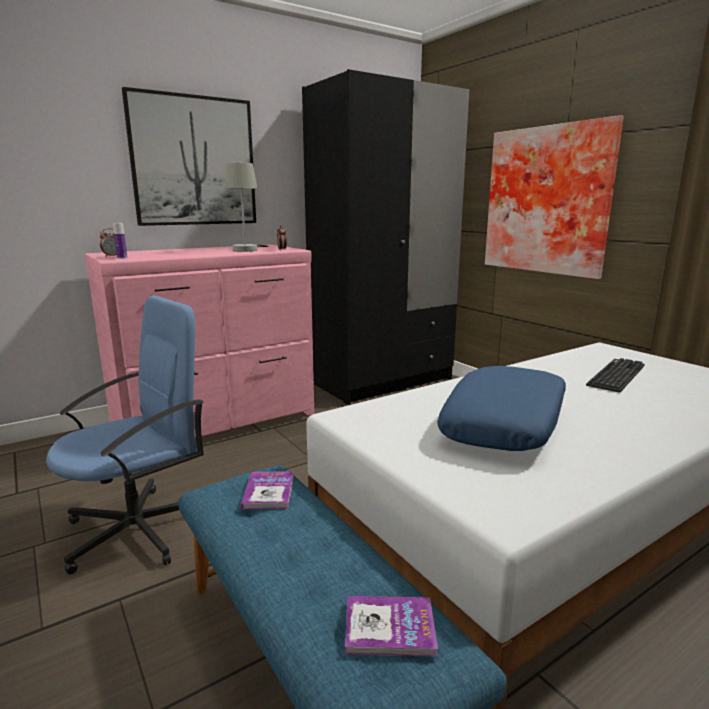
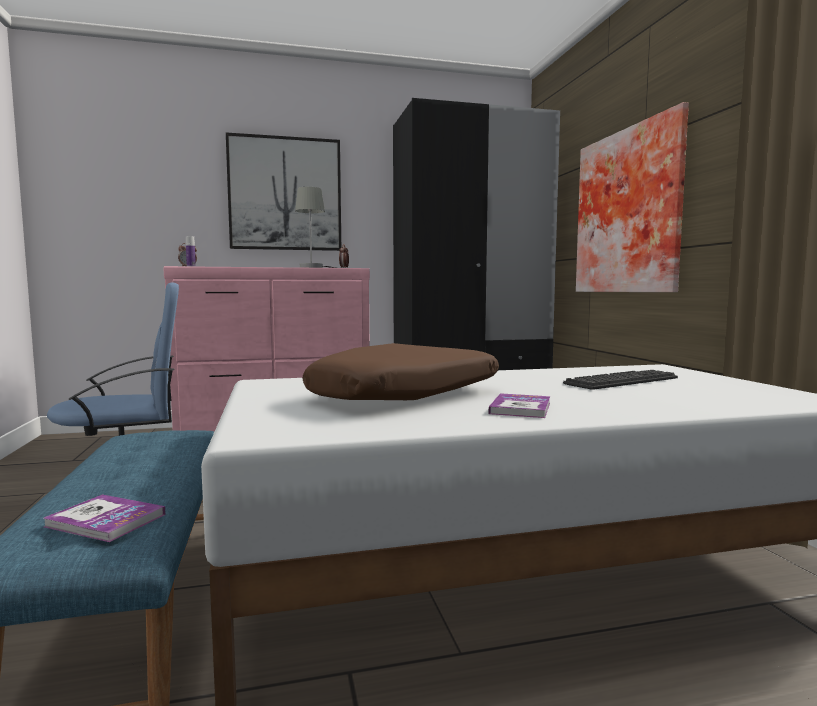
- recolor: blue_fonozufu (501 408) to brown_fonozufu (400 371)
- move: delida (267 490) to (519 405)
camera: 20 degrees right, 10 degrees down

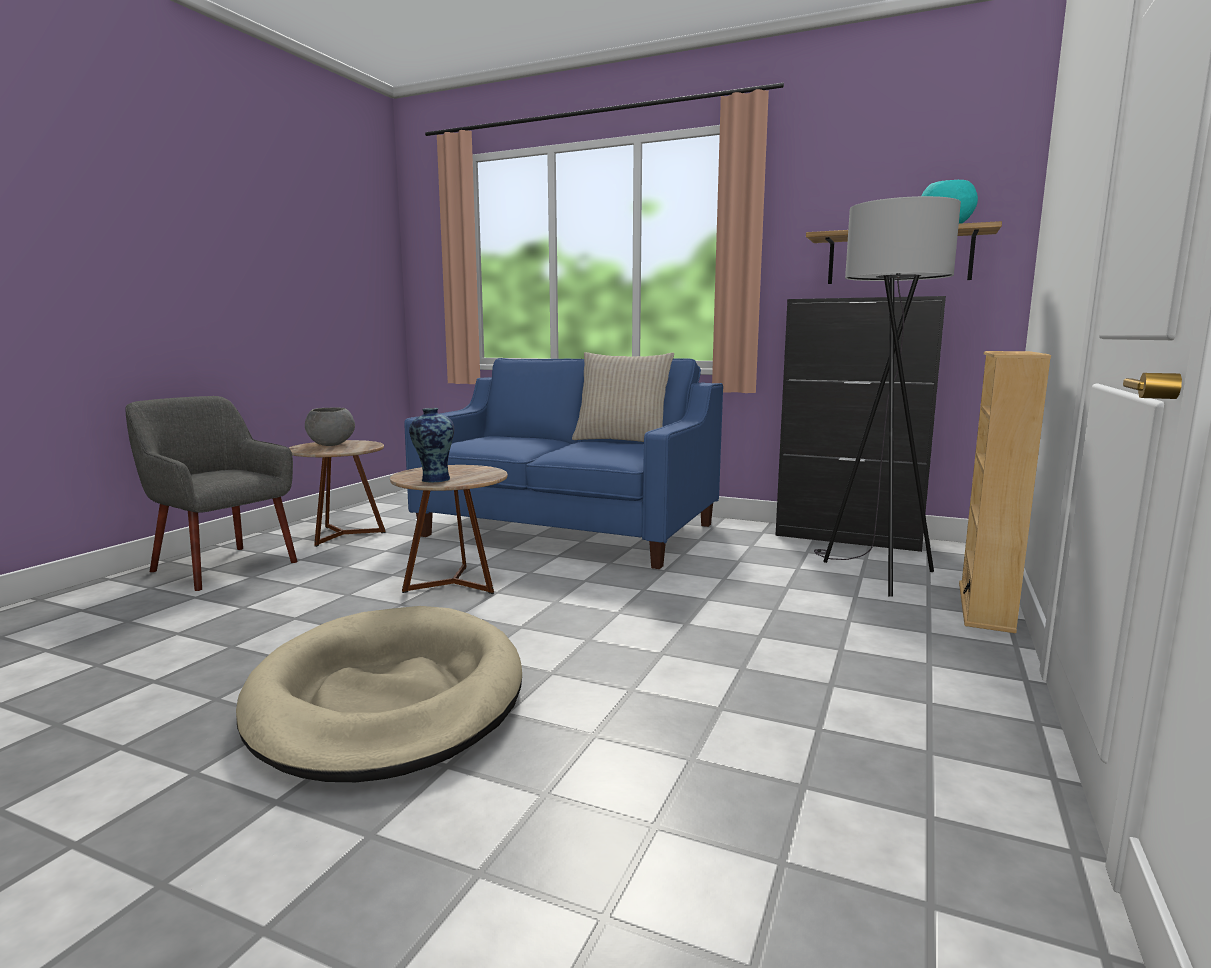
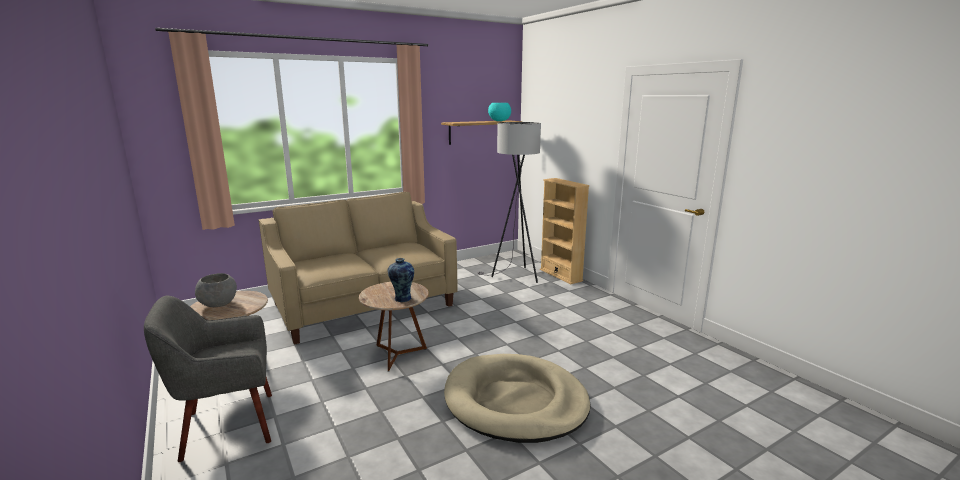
- recolor: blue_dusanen (563 463) to beige_dusanen (358 268)
- delete: beige_fonozufu (623 397)
- delete: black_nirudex (860 424)
camera: 55 degrees left, 5 degrees up

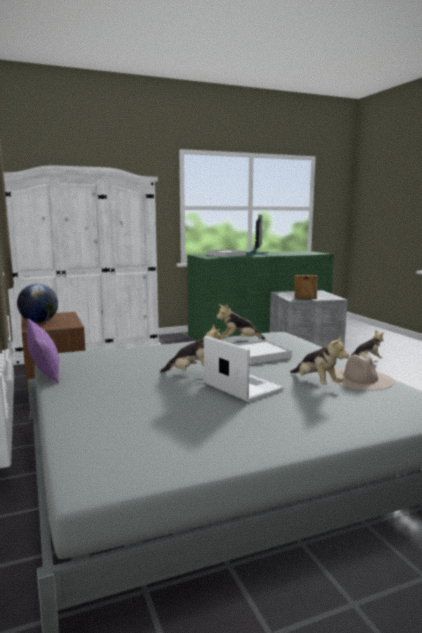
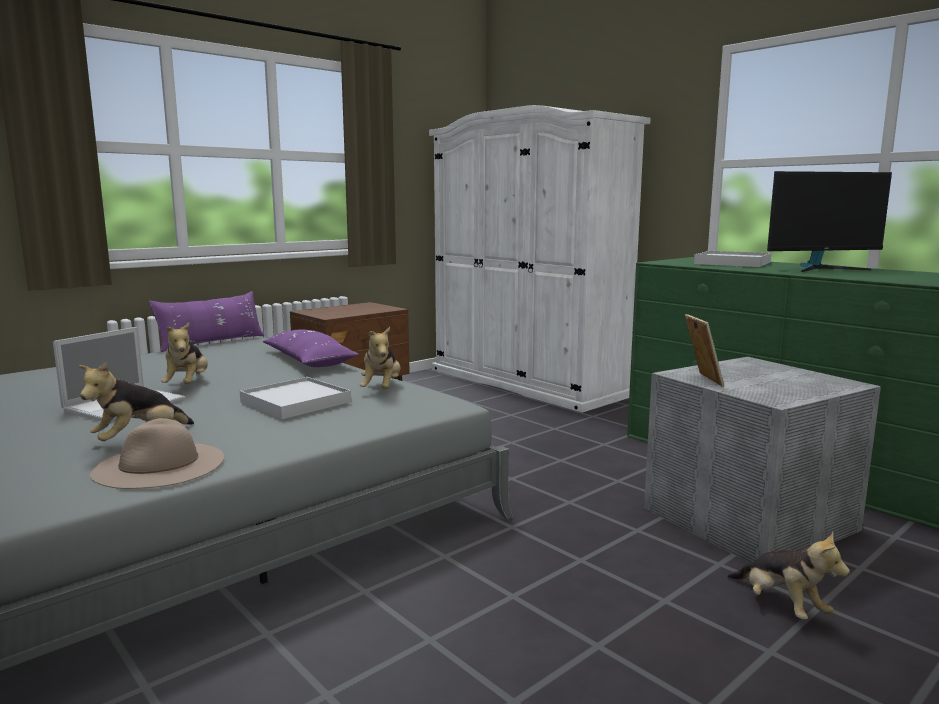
- insert: purple_fonozufu (311 348)
- rotate: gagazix (240 322) = (380 358) 150 degrees counterclockwise
- delete: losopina (37 303)
camera: 70 degrees right, 0 degrees up

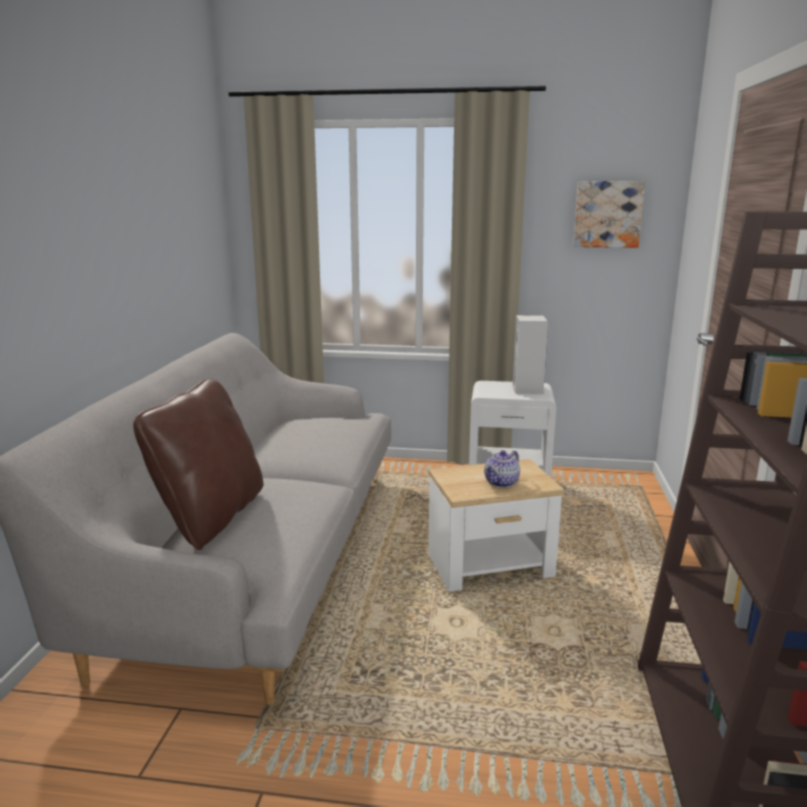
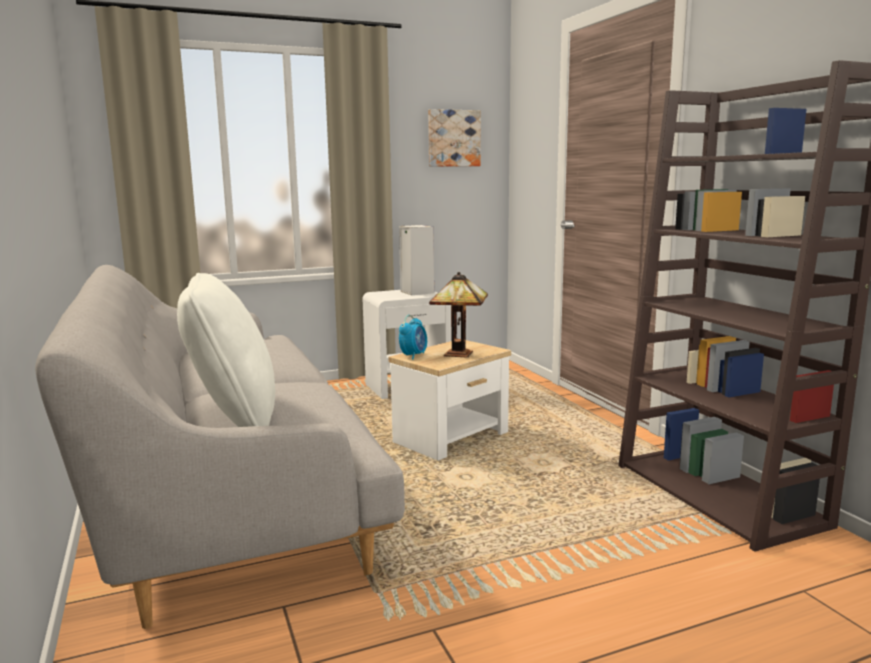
- recolor: brown_fonozufu (198 464) to white_fonozufu (226 350)
- insert: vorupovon (413 337)
- replace: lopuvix (502 469) to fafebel (458 315)
camera: 30 degrees left, 5 degrees down

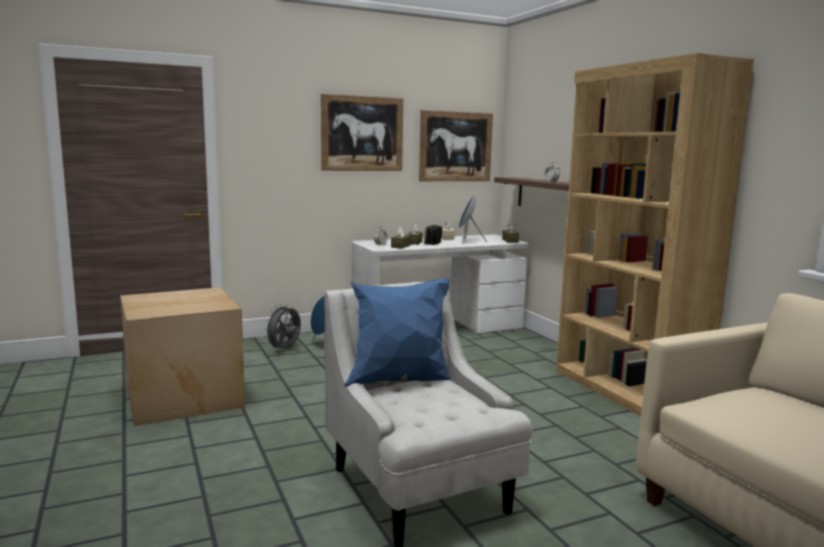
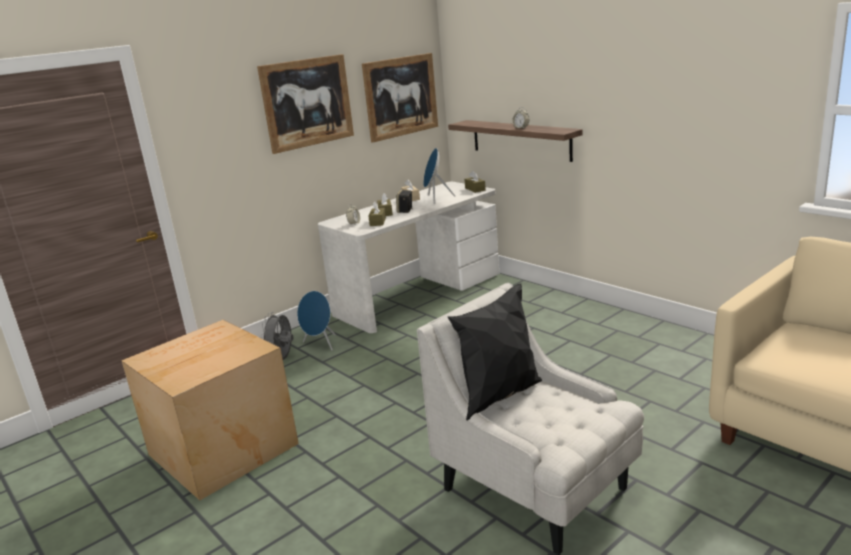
- recolor: blue_fonozufu (397 332) to black_fonozufu (494 352)
- delete: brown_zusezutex (655 234)
camera: 15 degrees left, 10 degrees up

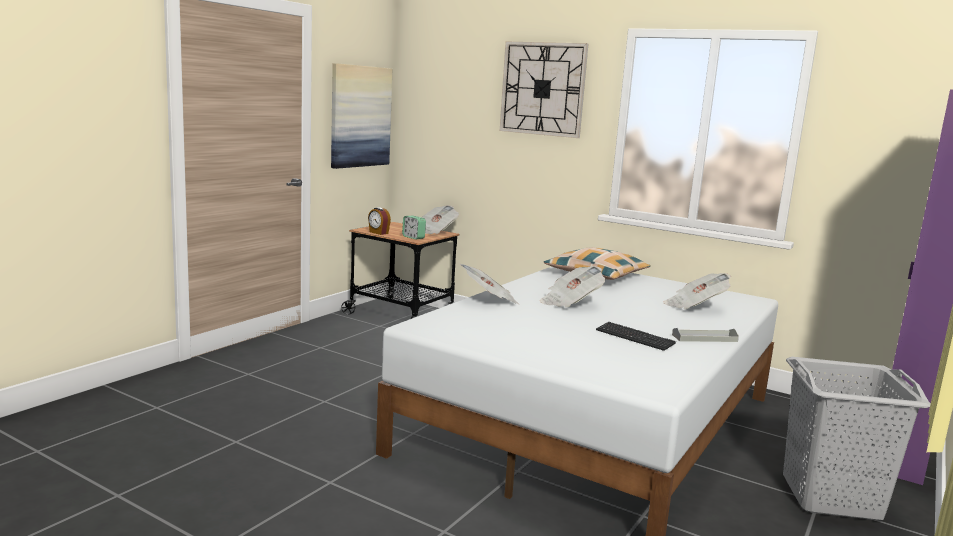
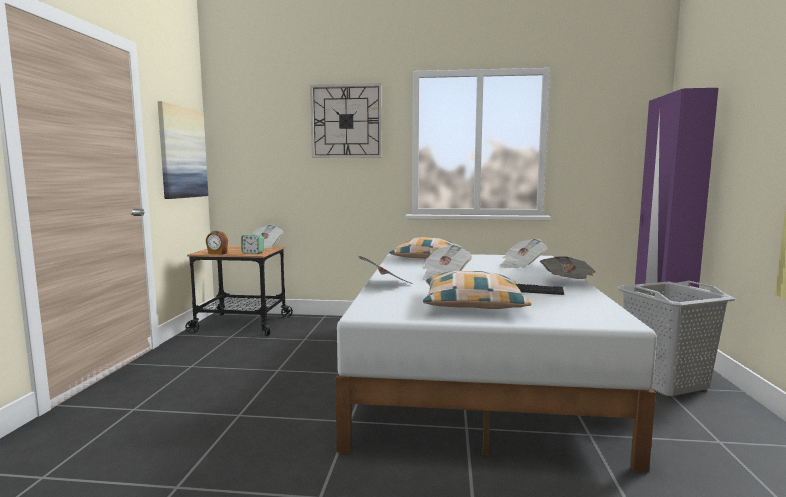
- insert: fonozufu (477 290)
- replace: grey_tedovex (705 335) to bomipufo (567 267)
camera: 25 degrees left, 5 degrees down

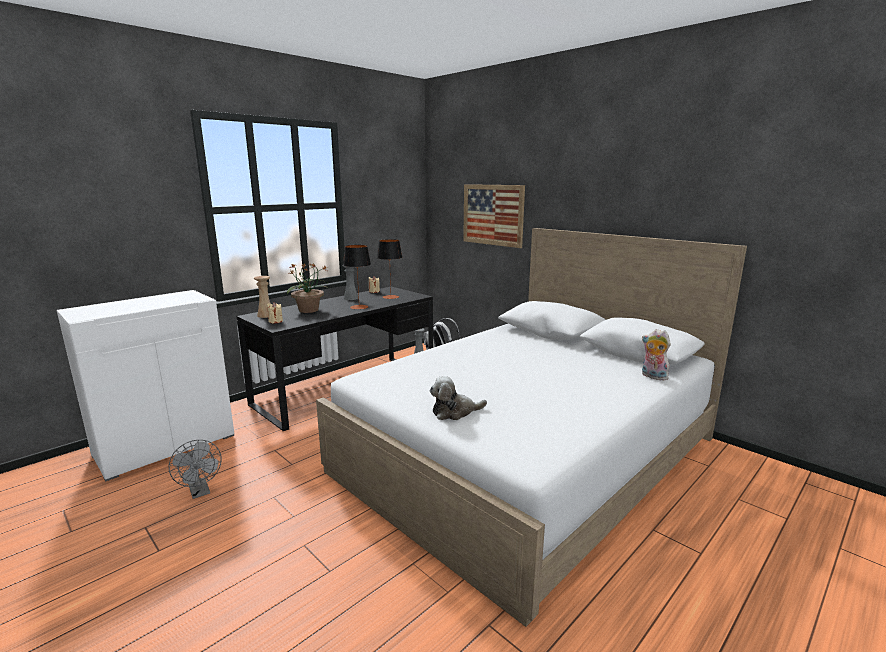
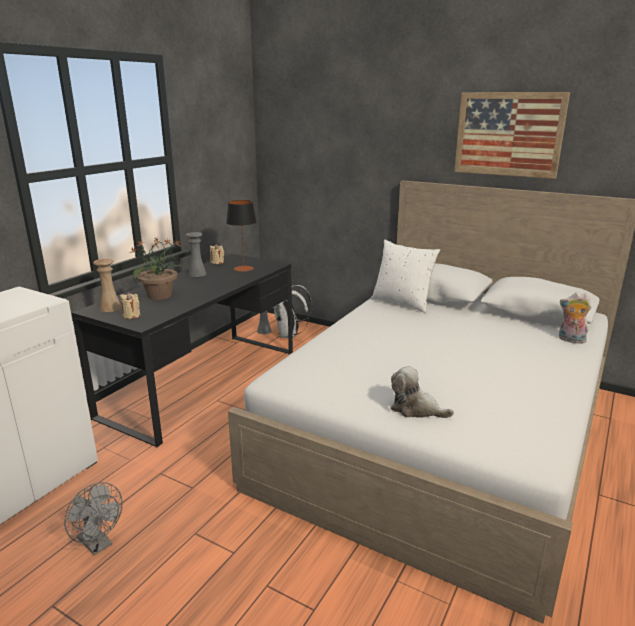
- insert: white_fonozufu (405 276)
- rotate: gagazix (458 398) = (422 392) 60 degrees clockwise
- move: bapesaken (494 216) to (512 135)
- delete: fafebel (357 277)
camera: 15 degrees left, 5 degrees up

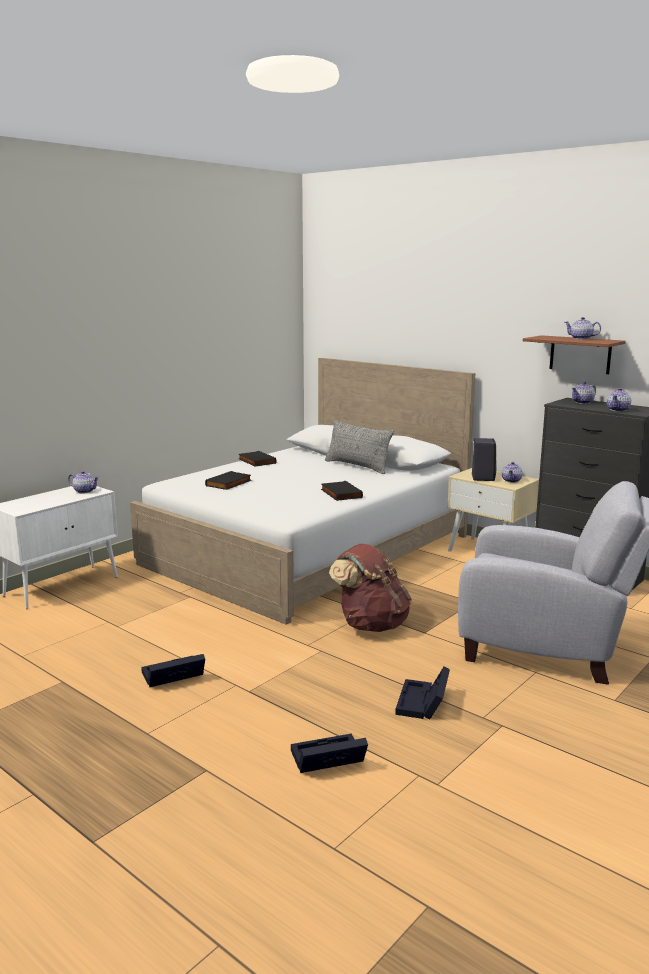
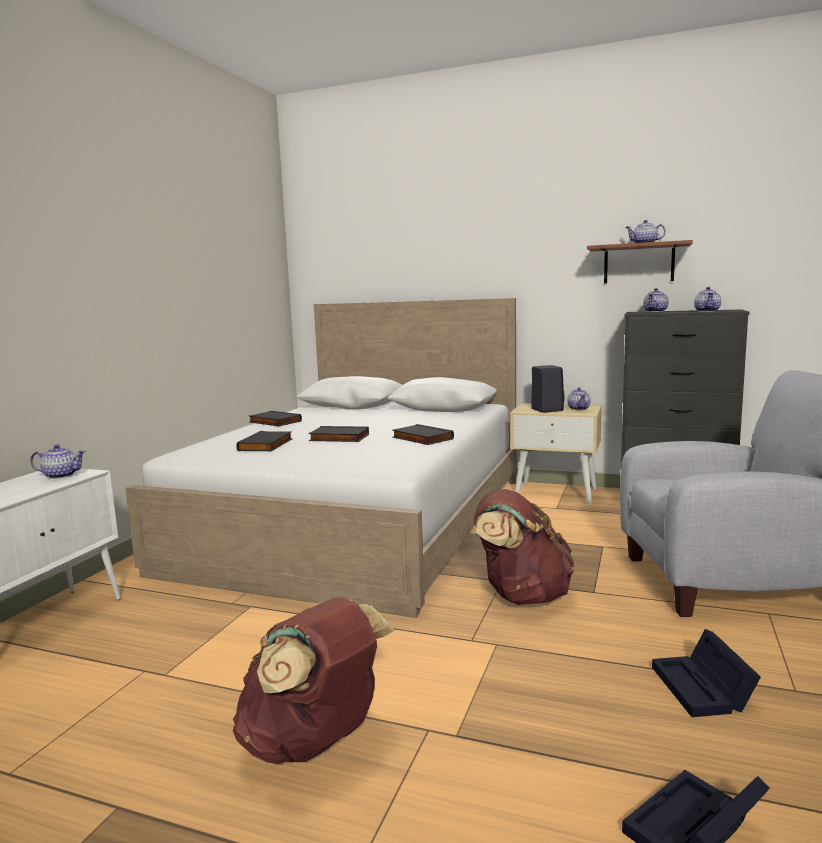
- replace: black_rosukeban (173 670) to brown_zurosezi (314 680)
- insert: black_delida (339 434)
- delete: grey_fonozufu (359 447)
camera: 20 degrees left, 5 degrees down

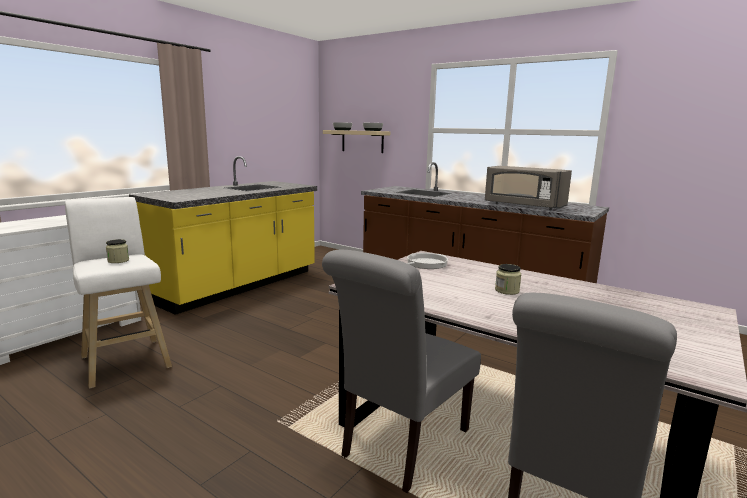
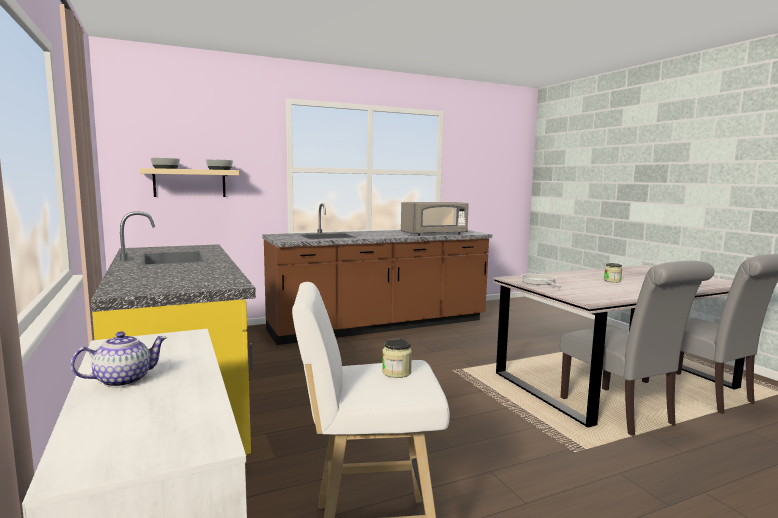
- insert: lopuvix (119 359)
camera: 60 degrees left, 5 degrees down

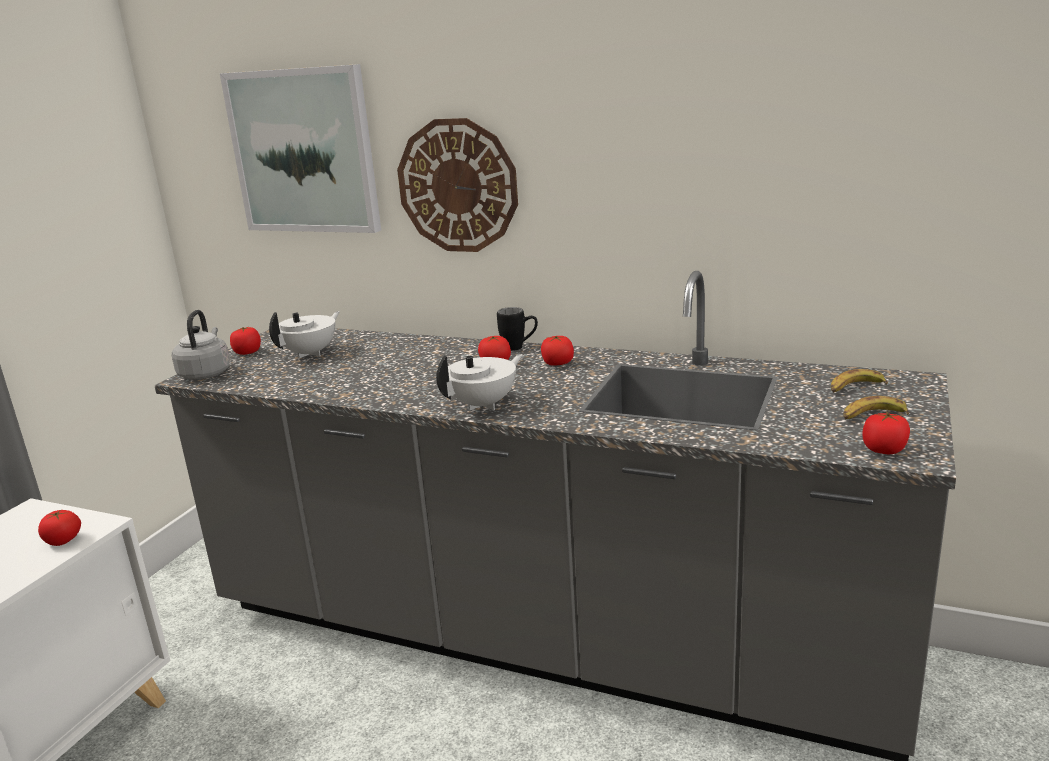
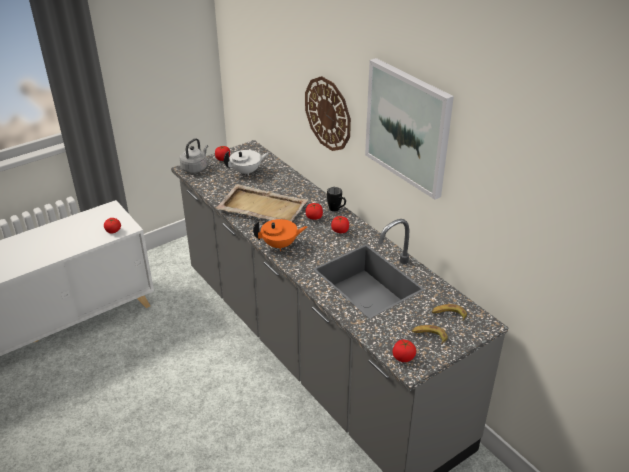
- insert: beige_tedovex (262 203)
- recolor: white_lopuvix (479 382) to orange_lopuvix (280 235)
- move: bapesaken (300 148) to (409 129)
camera: 30 degrees right, 15 degrees up

